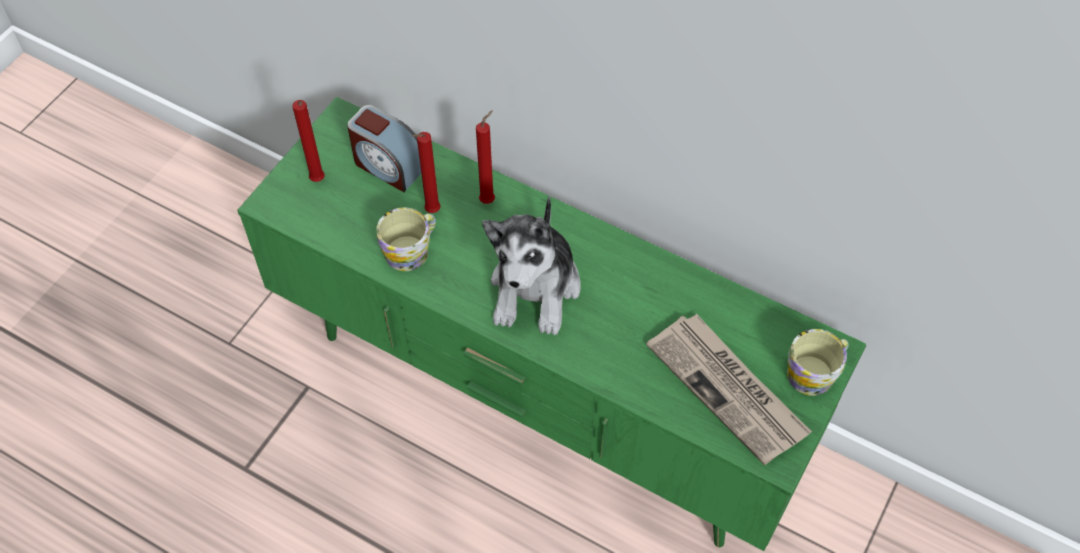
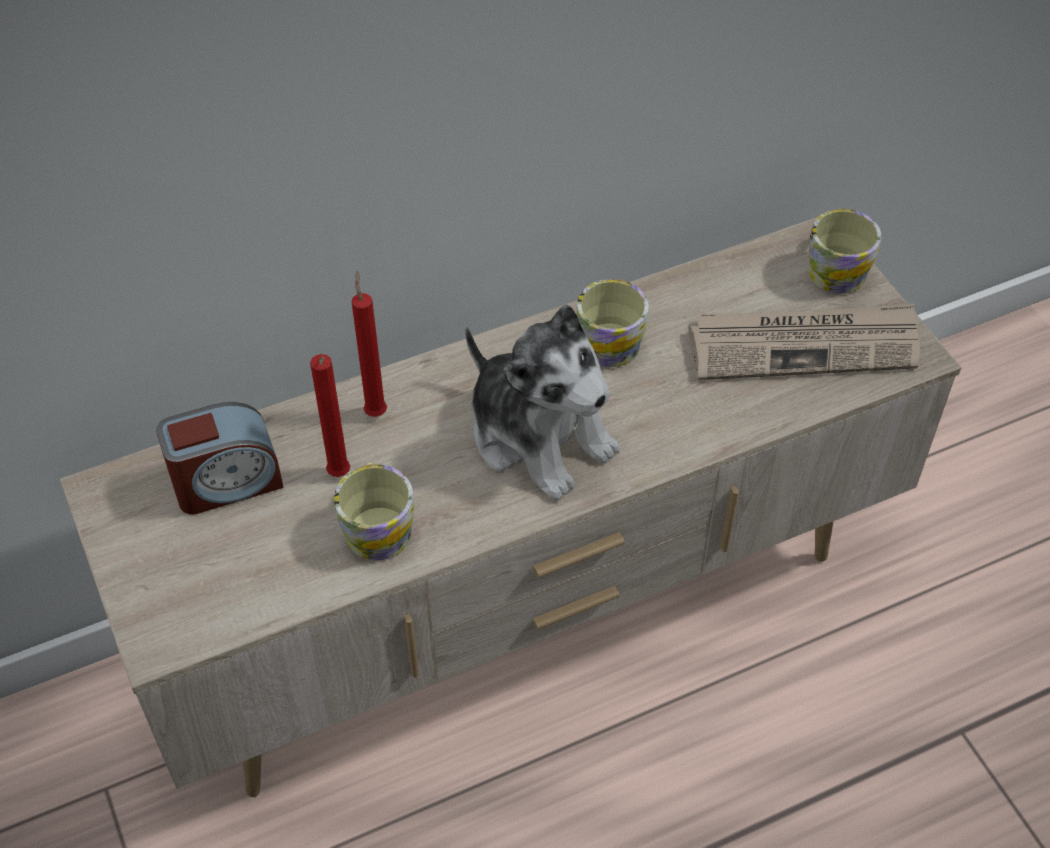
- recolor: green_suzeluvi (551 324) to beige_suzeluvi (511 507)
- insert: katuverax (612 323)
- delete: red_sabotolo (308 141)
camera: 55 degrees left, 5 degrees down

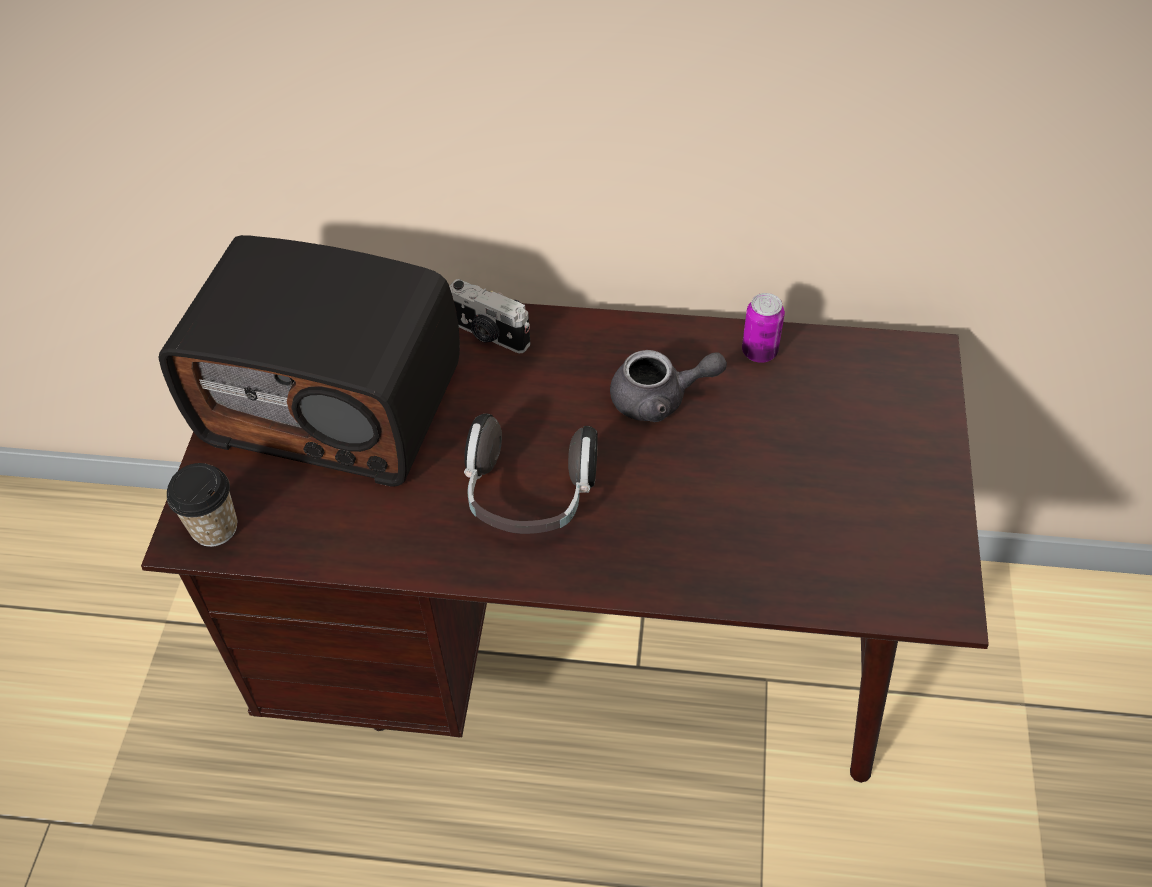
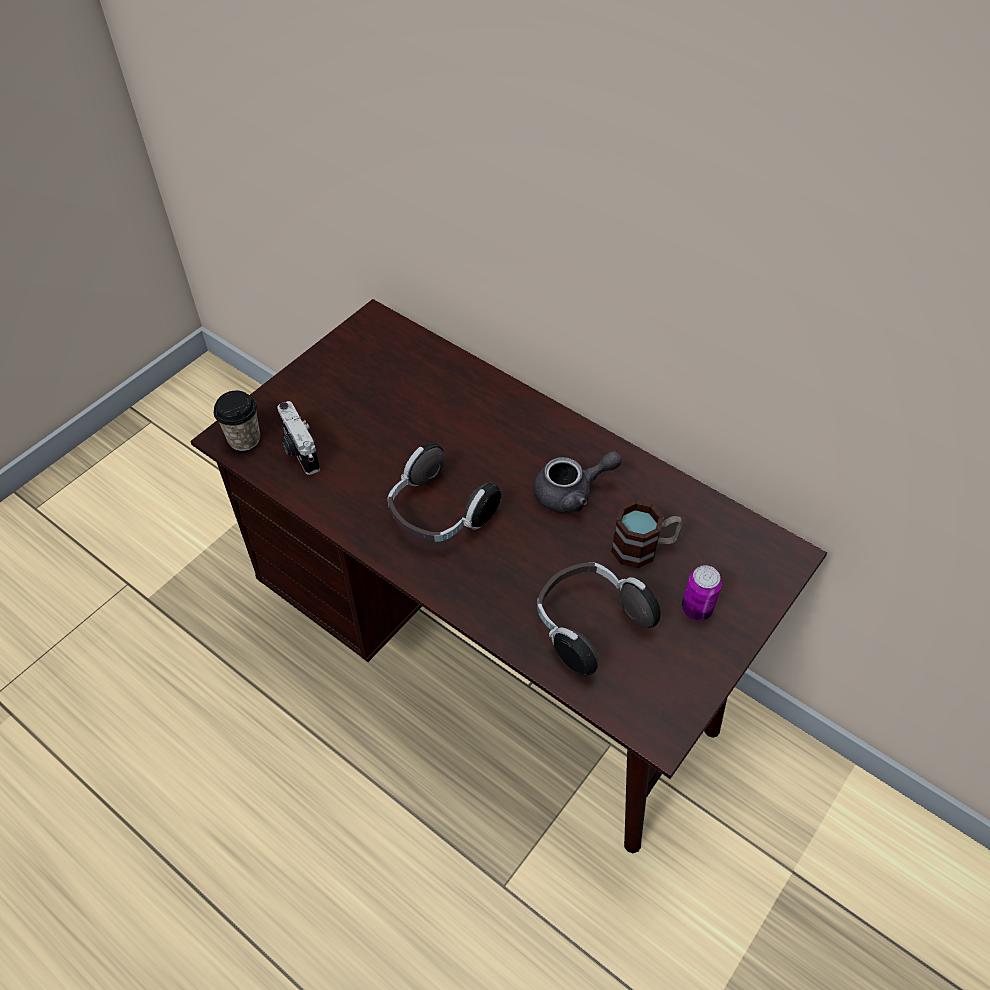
- move: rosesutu (490 316) to (298 438)
- rotate: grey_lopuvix (668 386) = (577 482) 45 degrees counterclockwise
- insert: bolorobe (599 619)
- insert: katuverax (647 534)
- move: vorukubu (763 328) to (702 593)
- delete: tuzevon (309 361)
camera: 30 degrees right, 0 degrees up

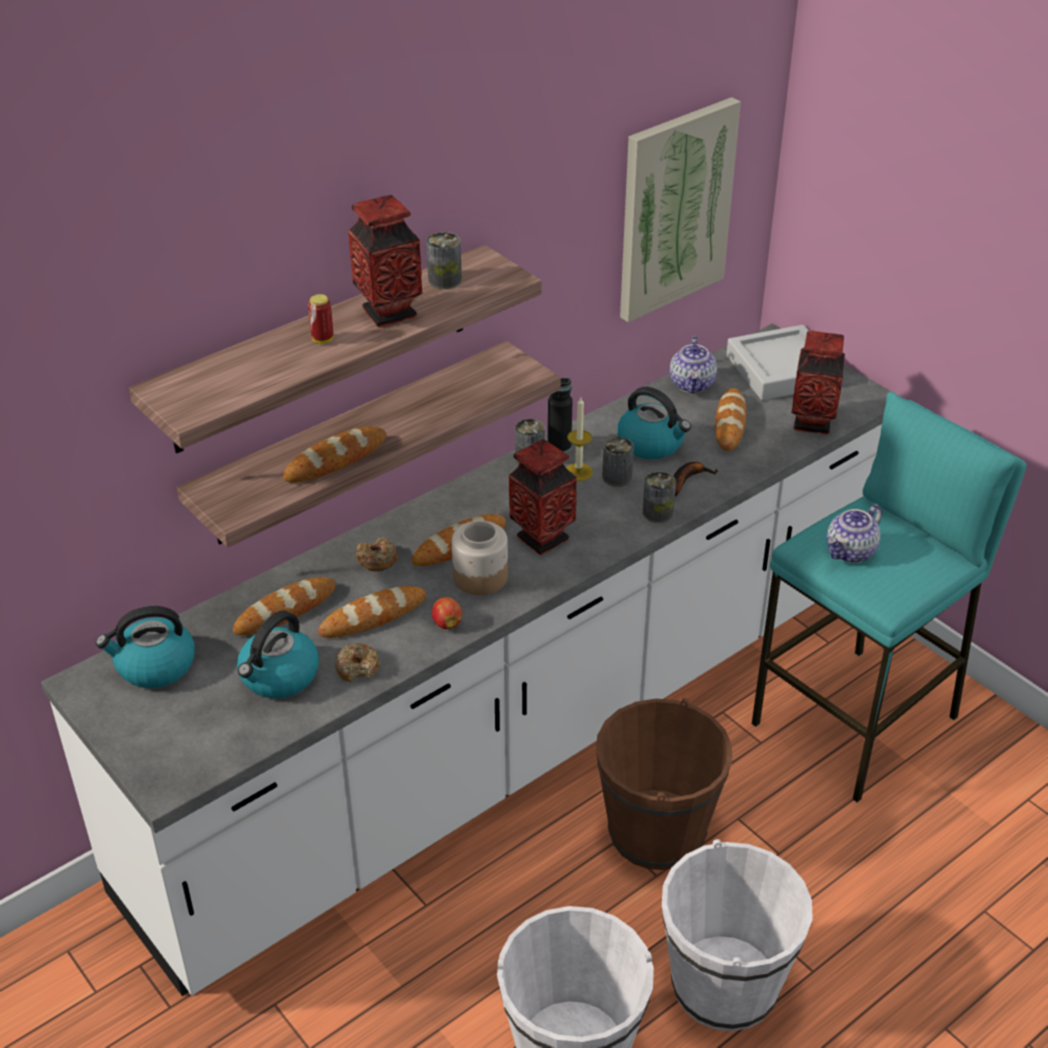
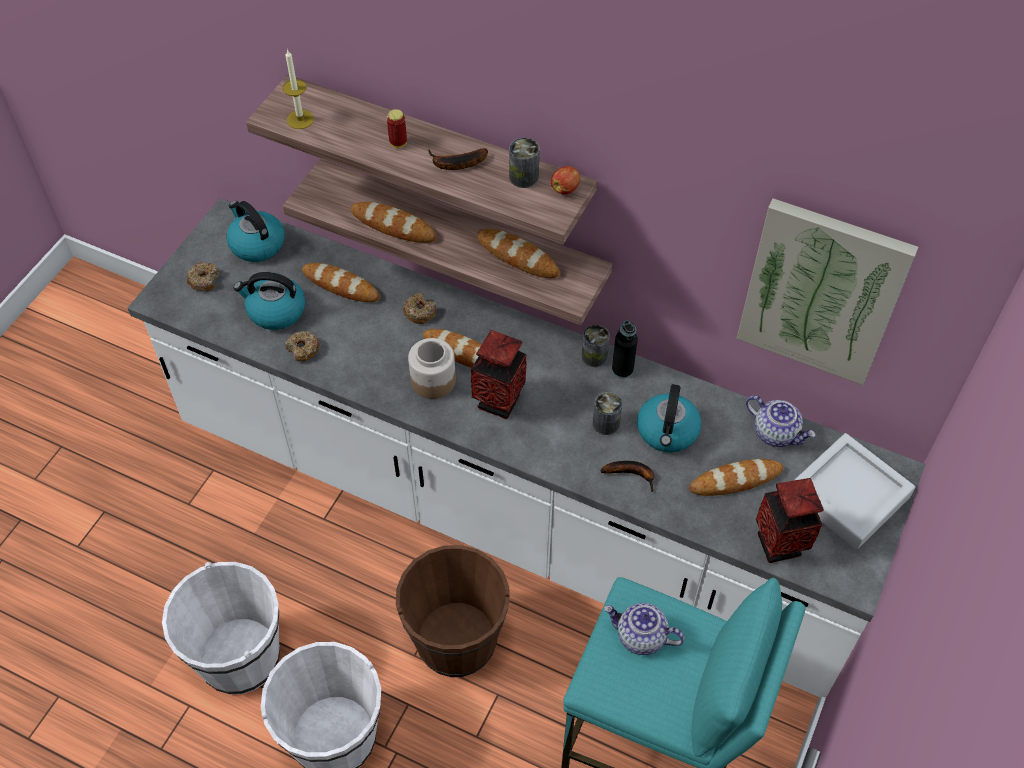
- insert: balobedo (203 276)
- move: sabotolo (579 439) to (298 89)
- replace: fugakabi (385 261) to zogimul (458 159)
- move: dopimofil (372 612) to (518 253)
- move: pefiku (447 613) to (565 180)
- rotate: lopuvix (693 364) = (781 421) 120 degrees counterclockwise
- delete: vorukubu (659 497)
camera: 65 degrees right, 15 degrees up

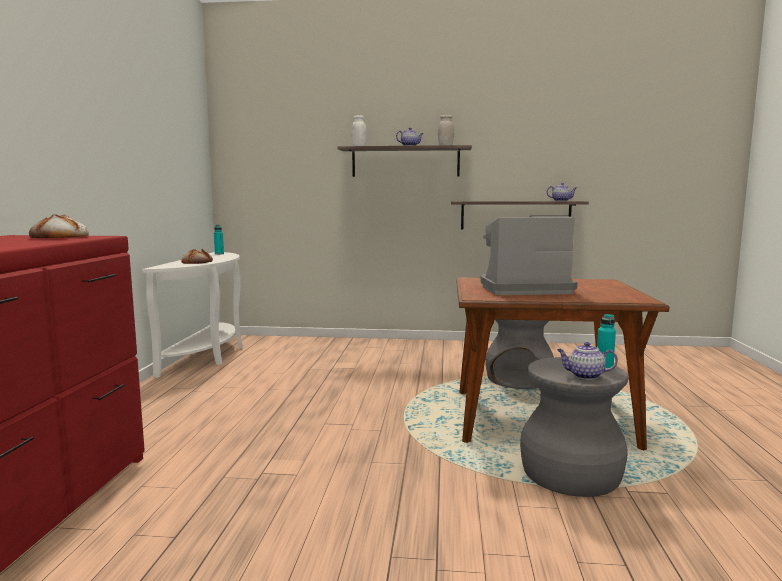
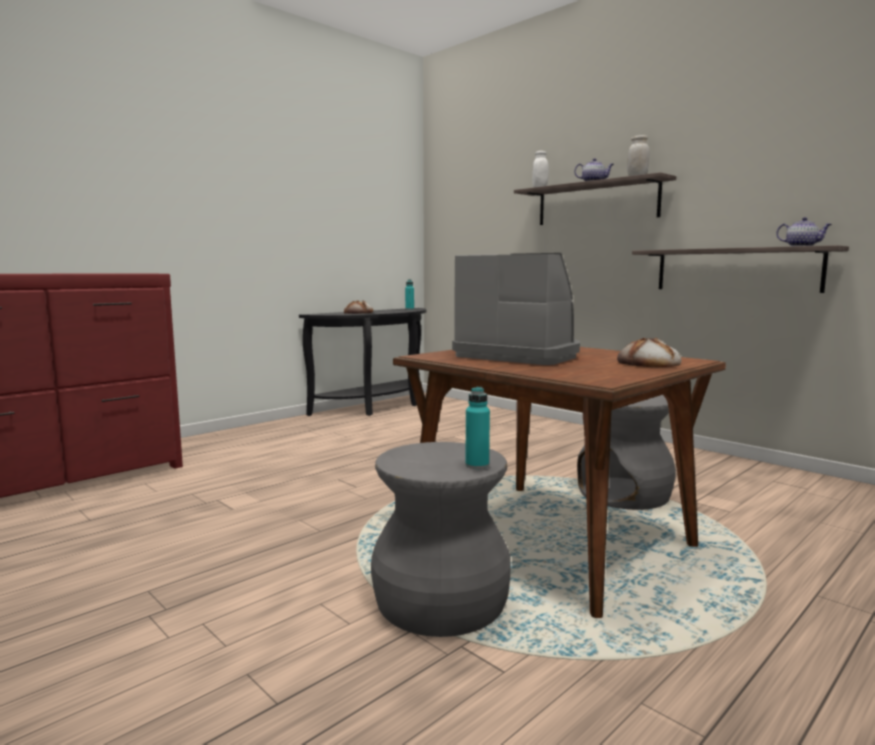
- recolor: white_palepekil (192 315) to black_palepekil (363 362)
- move: dopimofil (59 226) to (649 352)
- delete: lopuvix (587 361)
camera: 40 degrees right, 0 degrees up

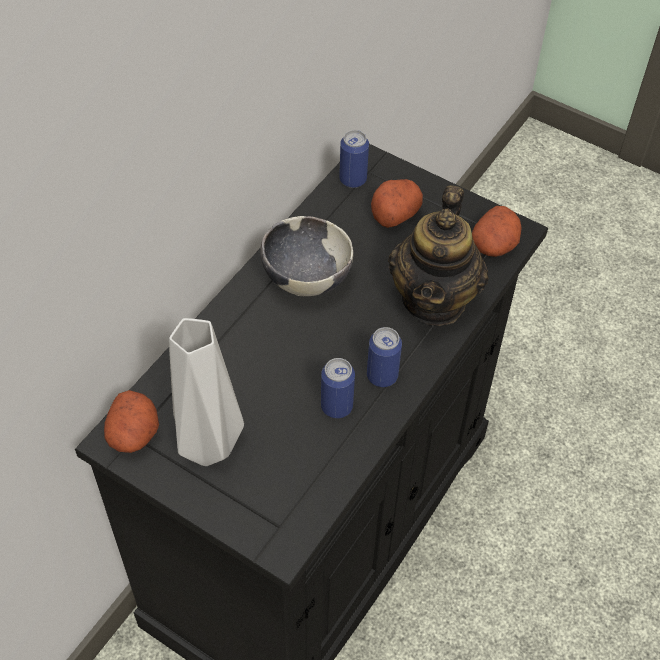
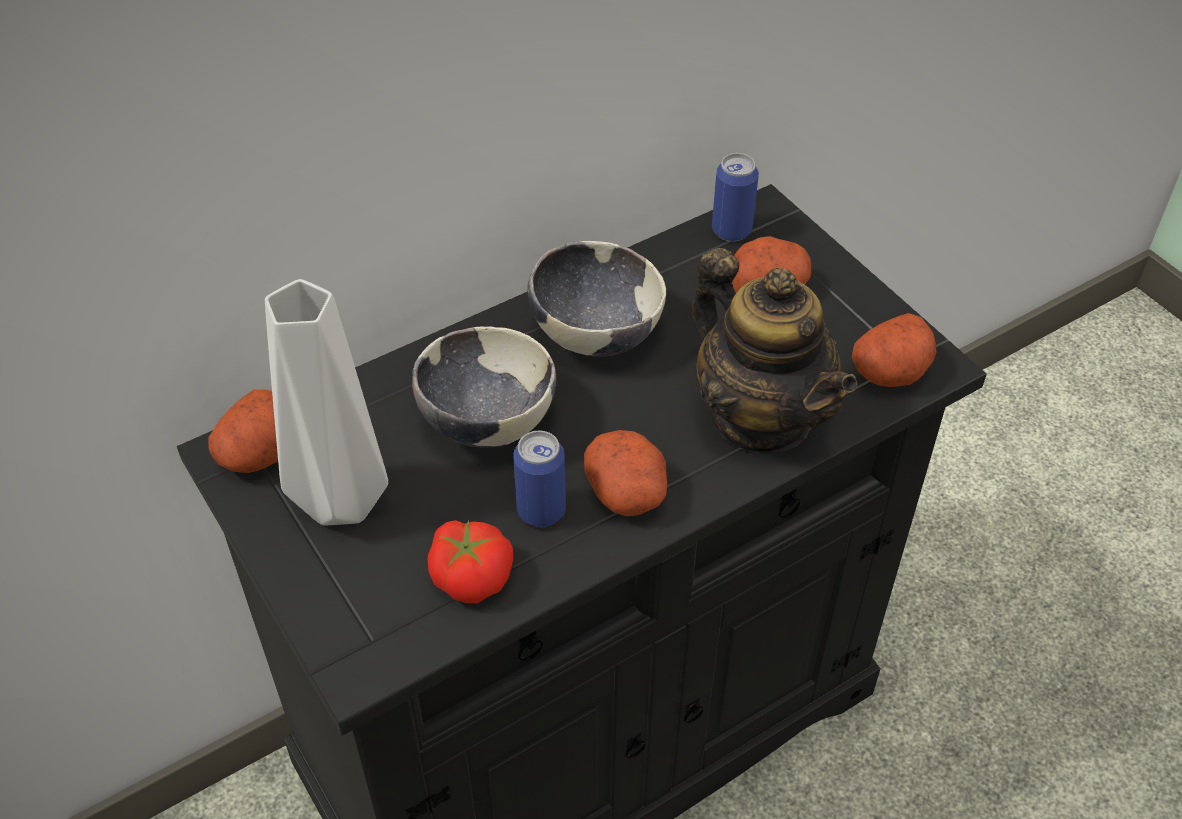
- insert: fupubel (484 386)
- insert: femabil (470 561)
- replace: vorukubu (384 357) to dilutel (625 473)
- rotate: lopuvix (438 255) = (775 350) 75 degrees counterclockwise
camera: 25 degrees right, 5 degrees down

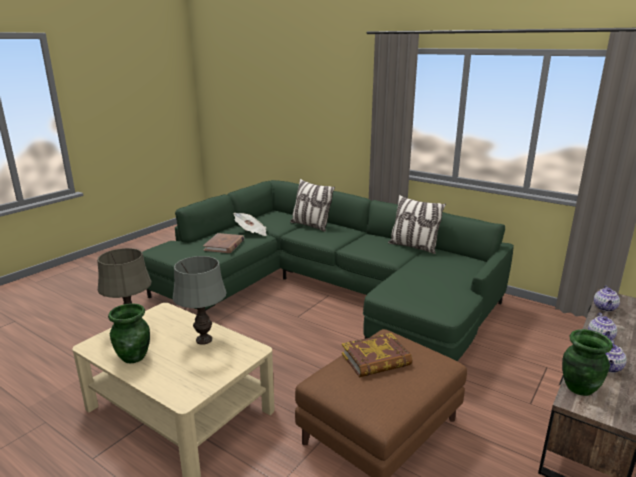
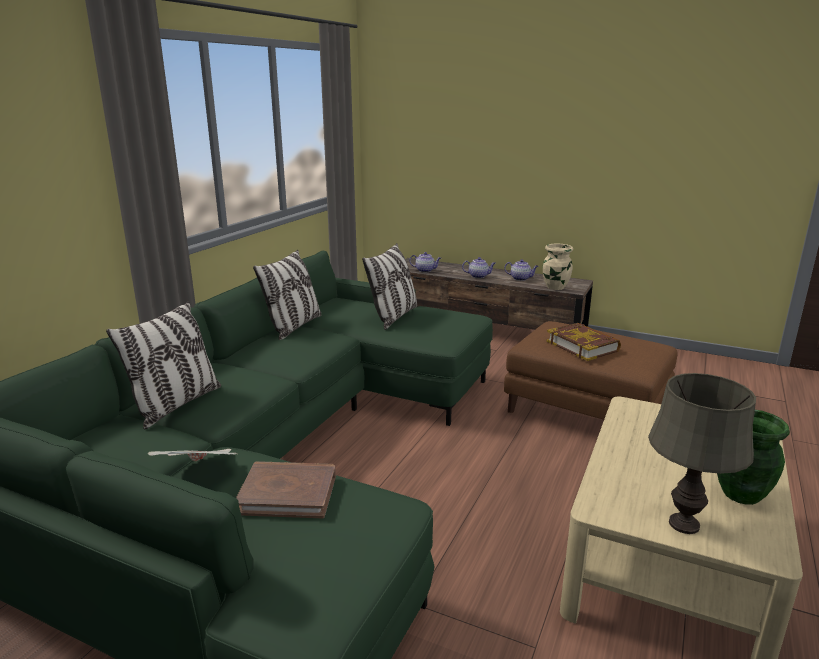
- insert: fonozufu (389 286)
- recolor: green_fugakabi (587 362) to beige_fugakabi (558 267)
- delete: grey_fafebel (200 300)
camera: 100 degrees left, 0 degrees up

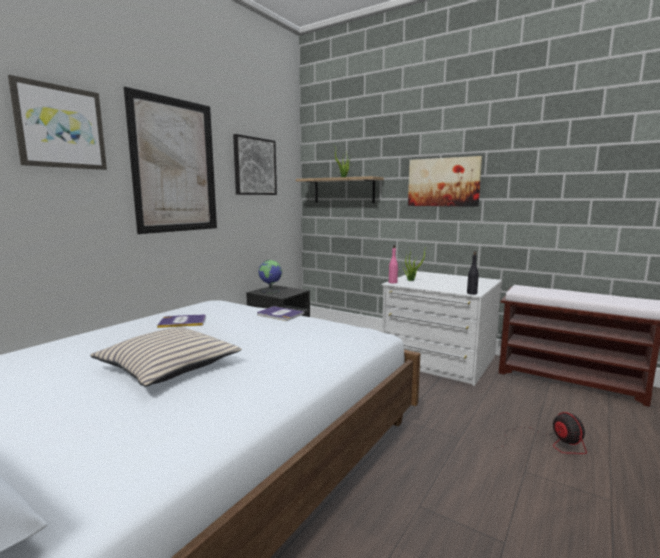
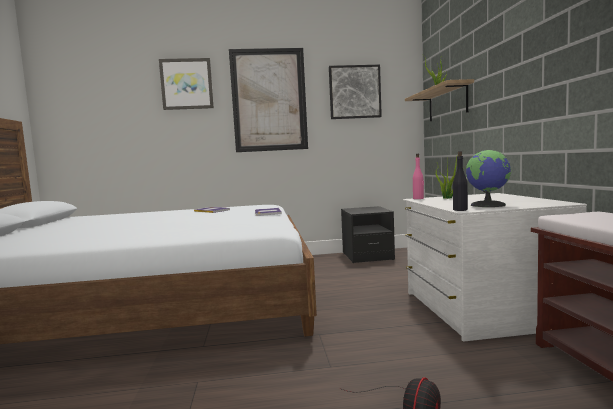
- move: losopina (270 276) to (488 178)
- delete: beige_fonozufu (166 357)
- delete: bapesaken (445 181)
camera: 50 degrees right, 5 degrees down

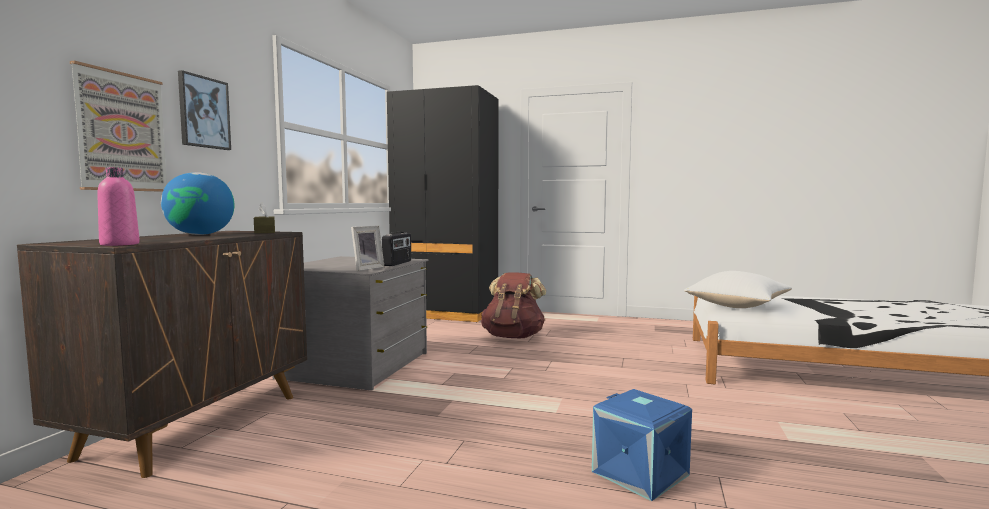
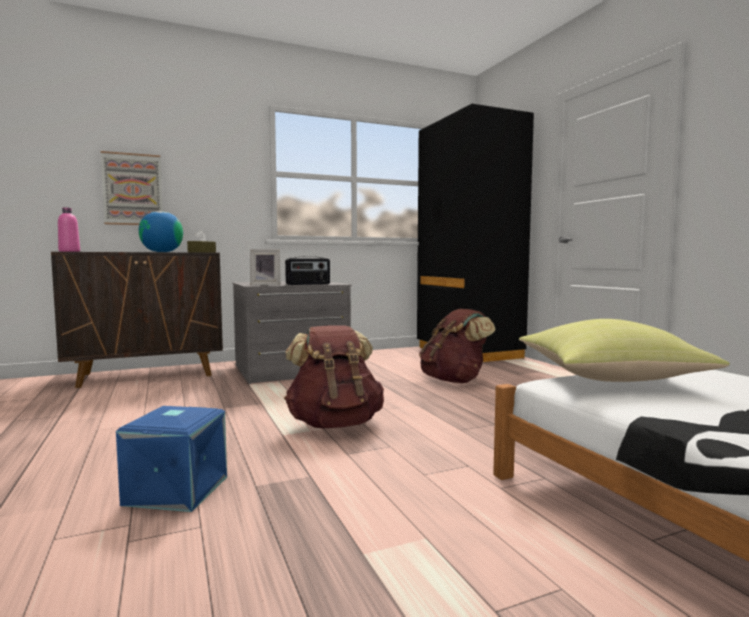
- insert: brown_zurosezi (334 376)
- recolor: white_fonozufu (738 289) to yellow_fonozufu (624 350)
- delete: bapesaken (204 110)
camera: 50 degrees right, 0 degrees up

